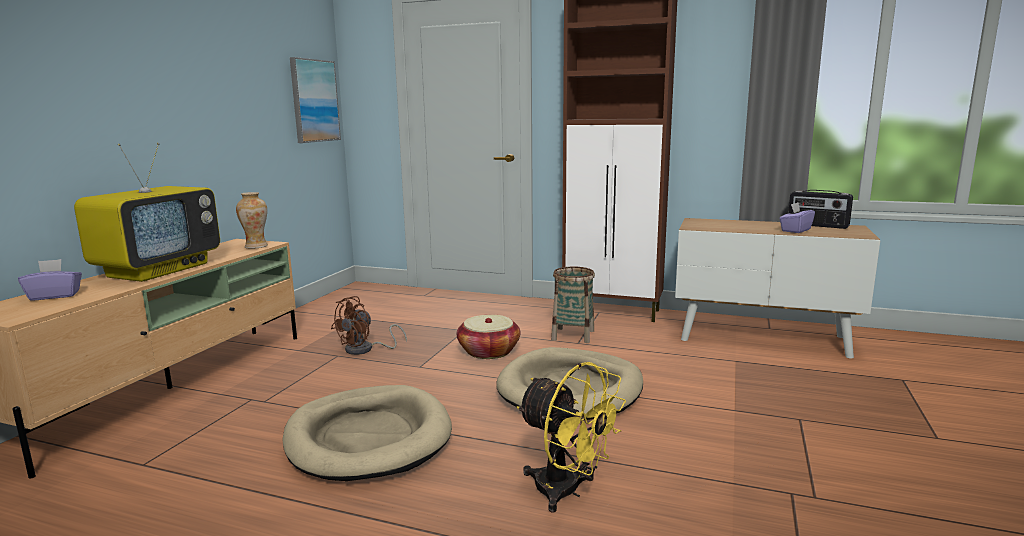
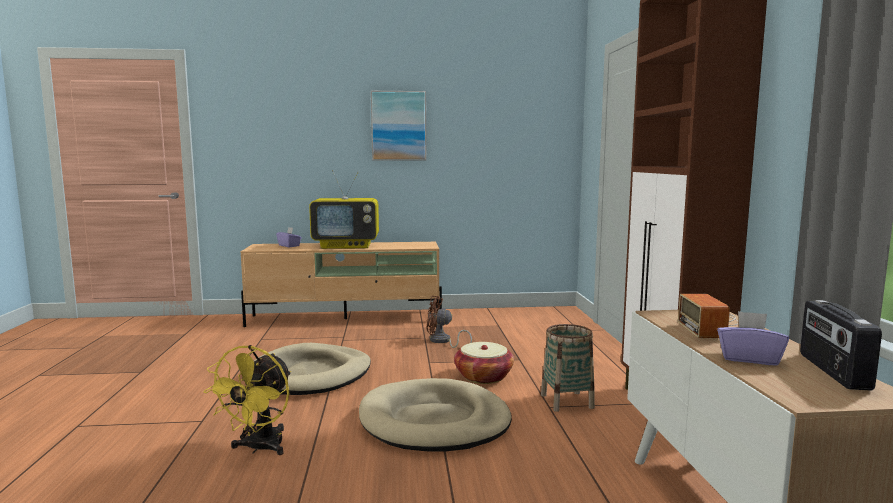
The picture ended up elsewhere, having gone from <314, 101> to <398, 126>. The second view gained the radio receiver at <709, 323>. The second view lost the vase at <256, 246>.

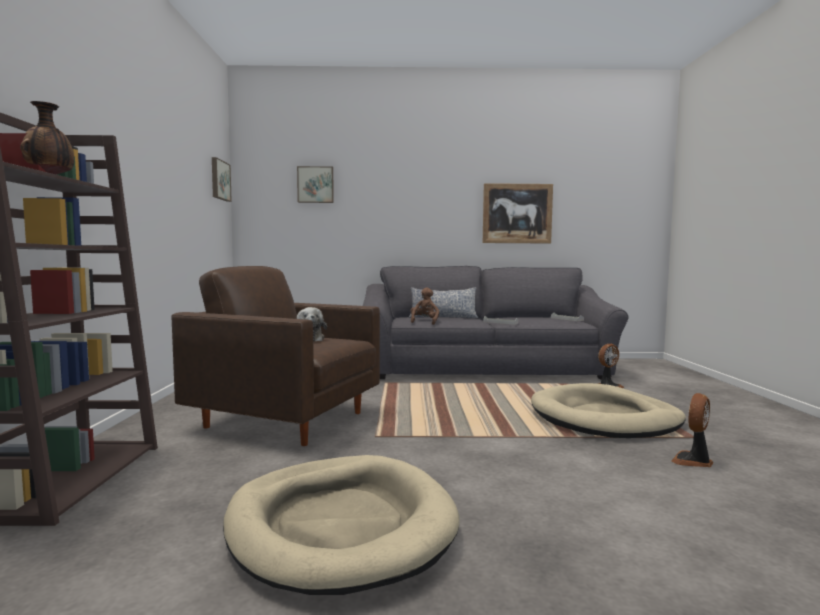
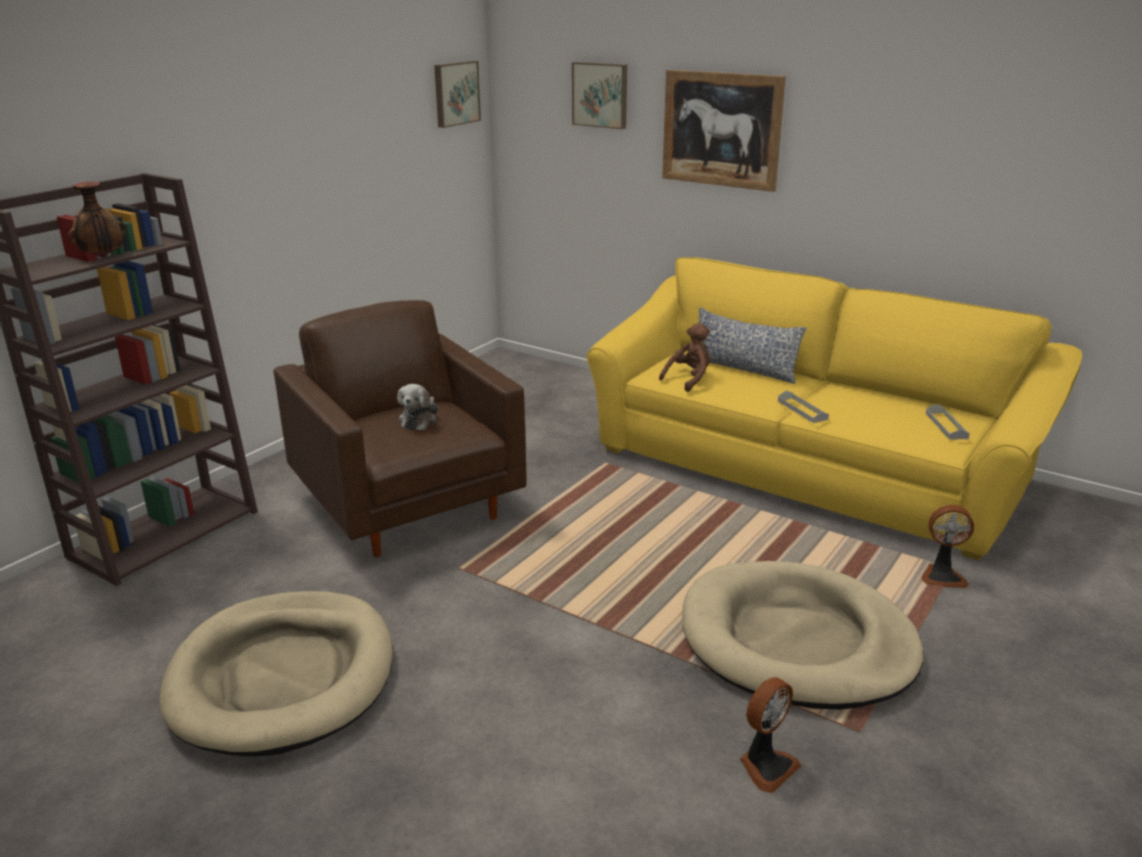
What was the greyish sofa at <485, 368> turned into the yellow-coloured sofa at <807, 465>. The picture ended up elsewhere, having gone from <517, 213> to <721, 129>. The cooling fan at <693, 461> ended up facing another way, 150 degrees clockwise from before.

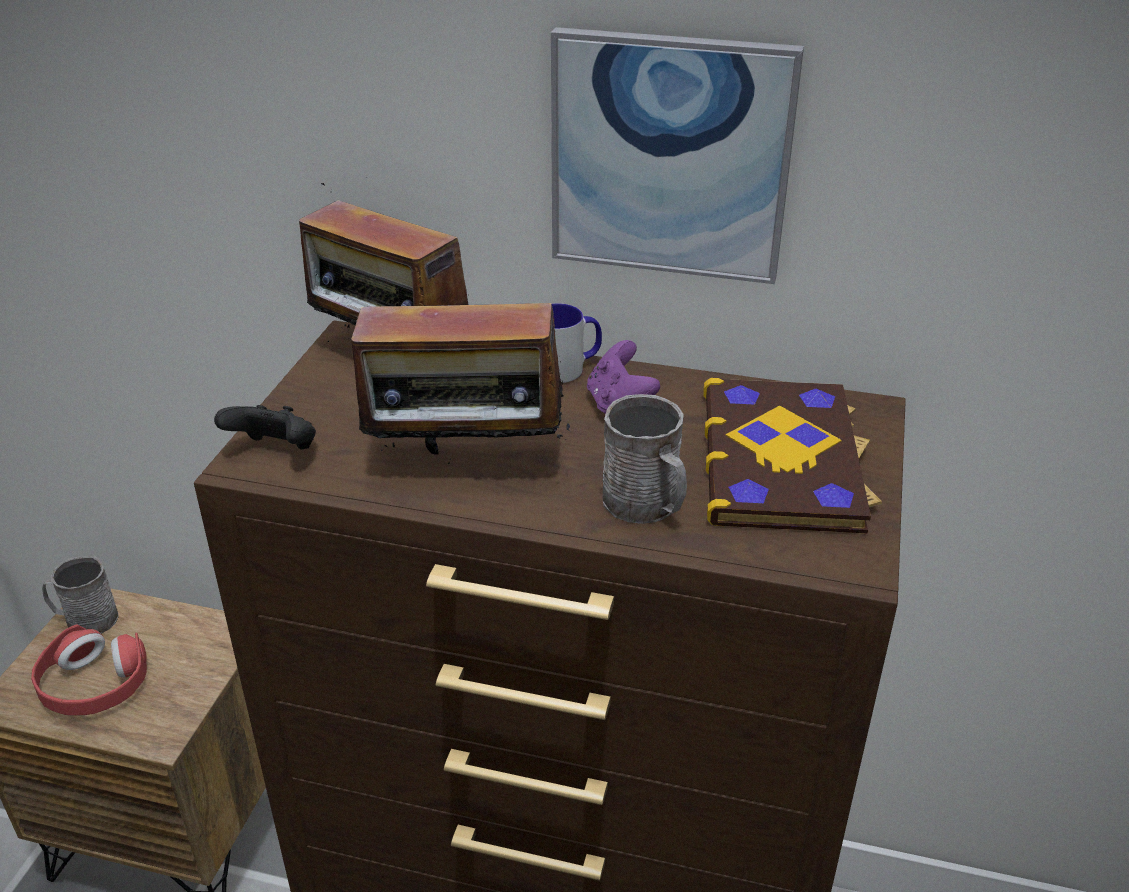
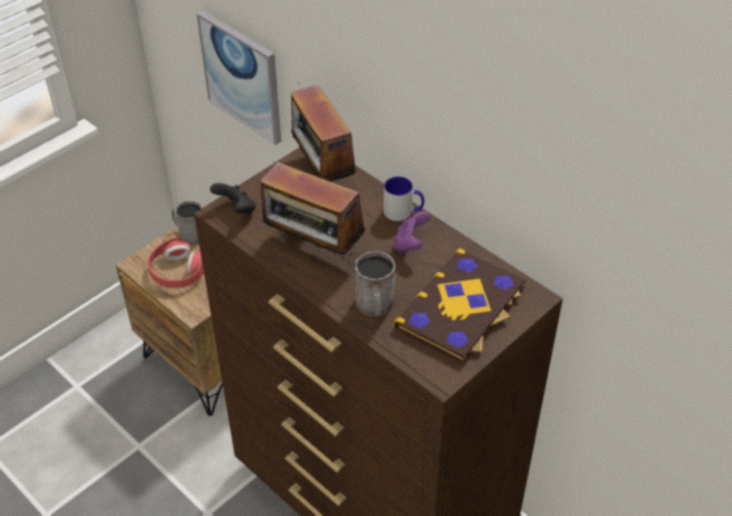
The picture ended up elsewhere, having gone from <670, 156> to <242, 76>.

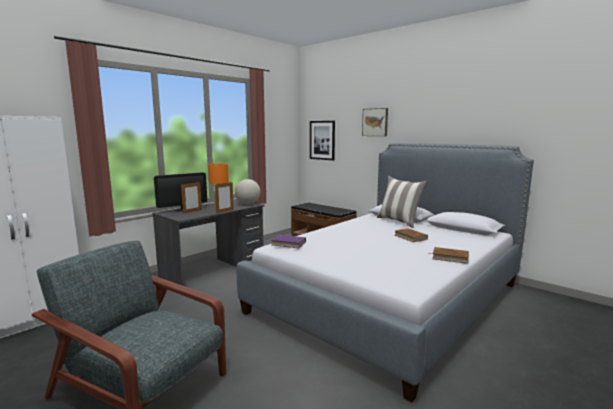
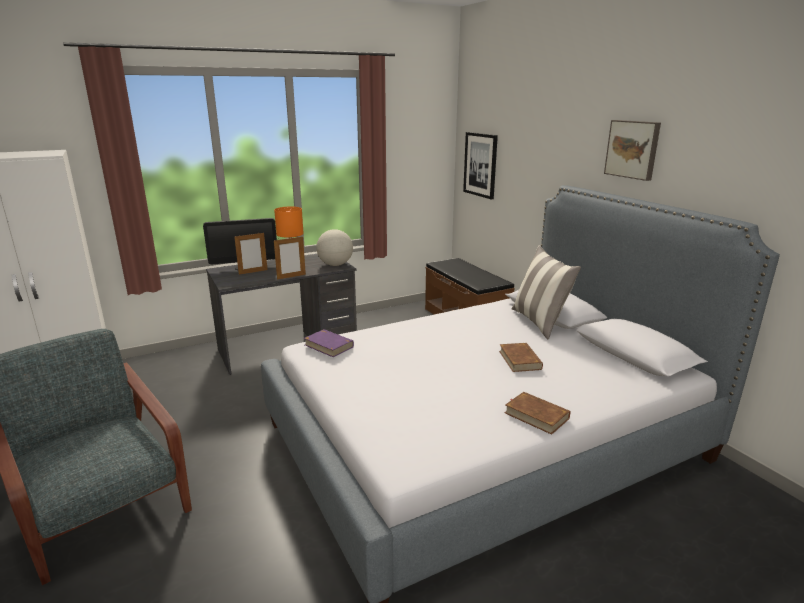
The picture ended up elsewhere, having gone from <375, 122> to <633, 149>.

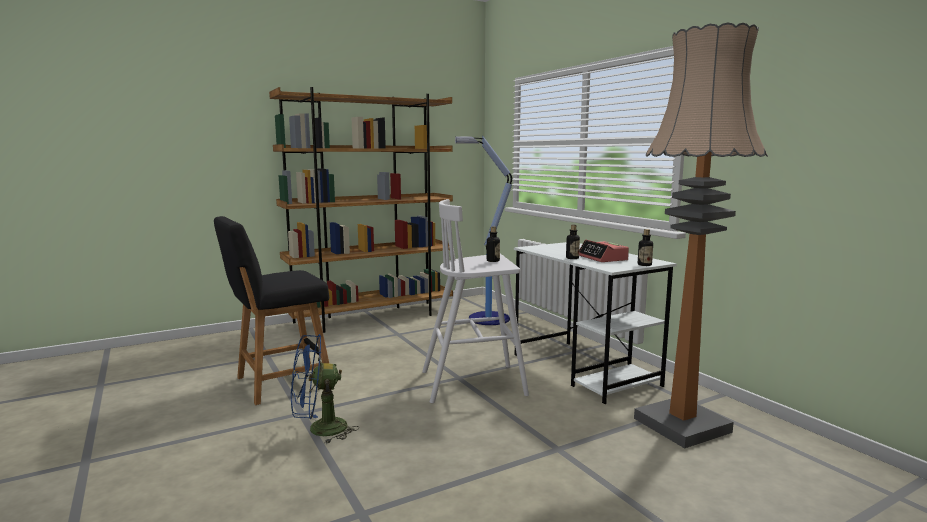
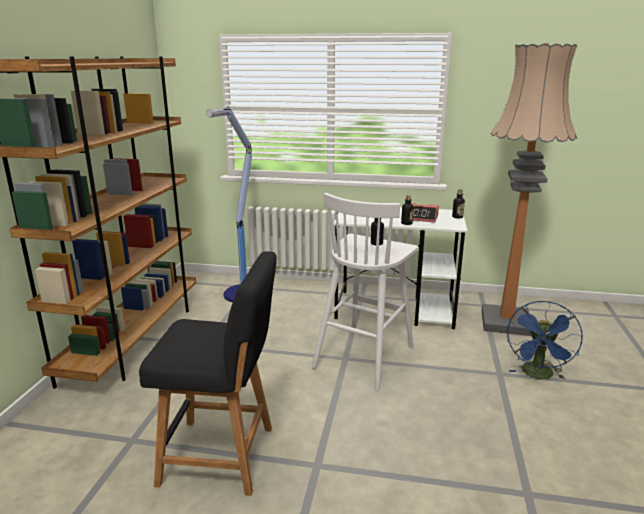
The black plain chair at <279, 383> ended up facing another way, 90 degrees counterclockwise from before. The blue cooling fan ended up elsewhere, having gone from <319, 430> to <538, 375>.

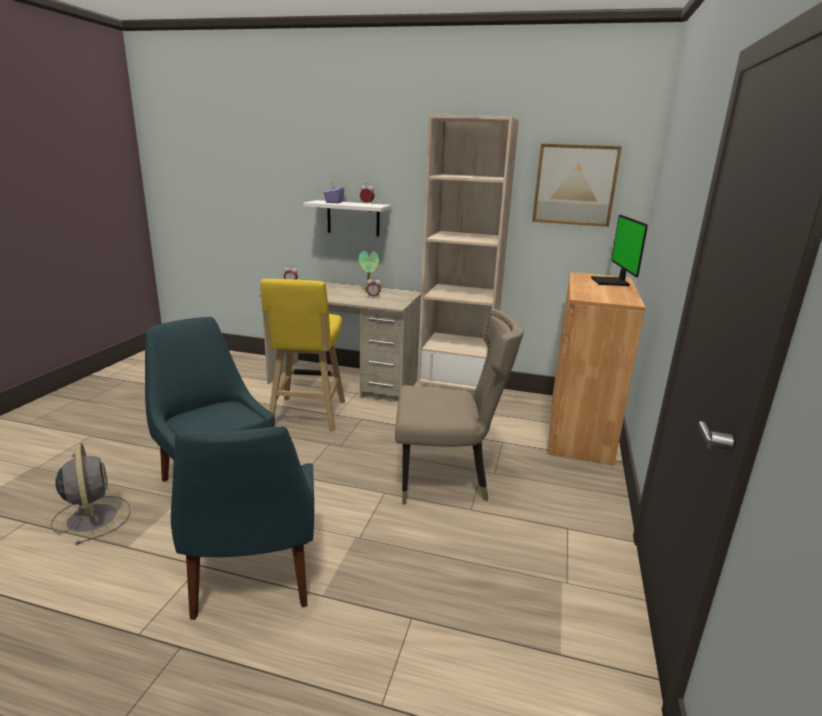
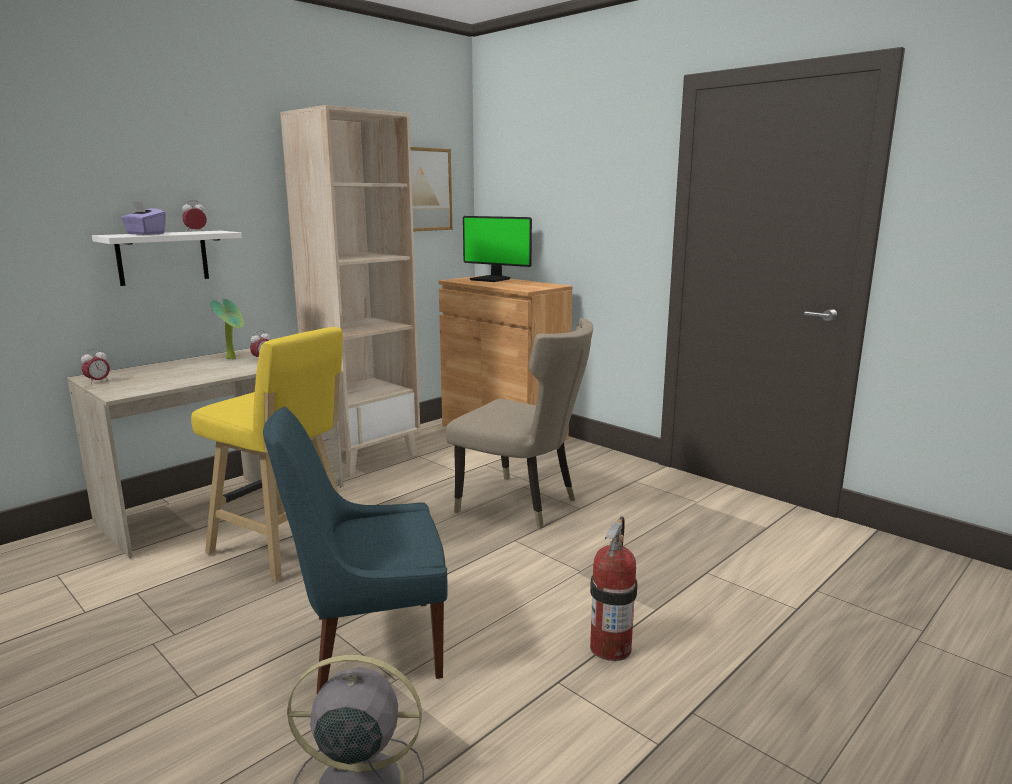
The sand-coloured plain chair at <447, 479> ended up facing another way, 90 degrees clockwise from before. Where the blue plain chair stood at <253, 581>, the fire extinguisher came to stand at <610, 647>.

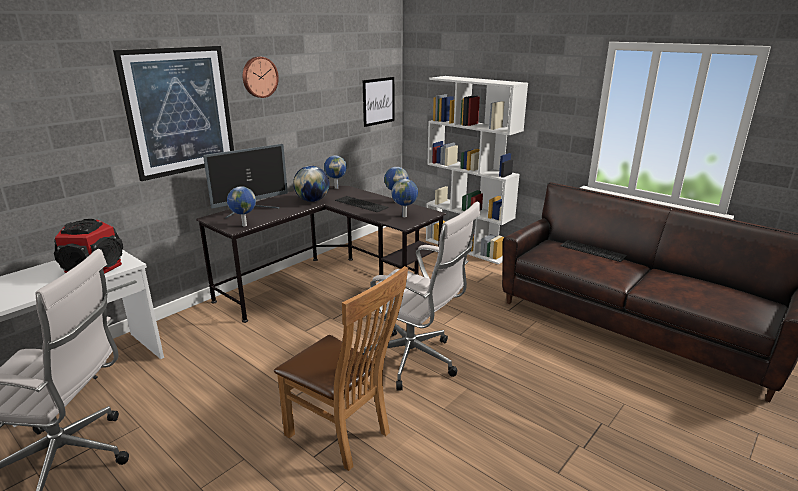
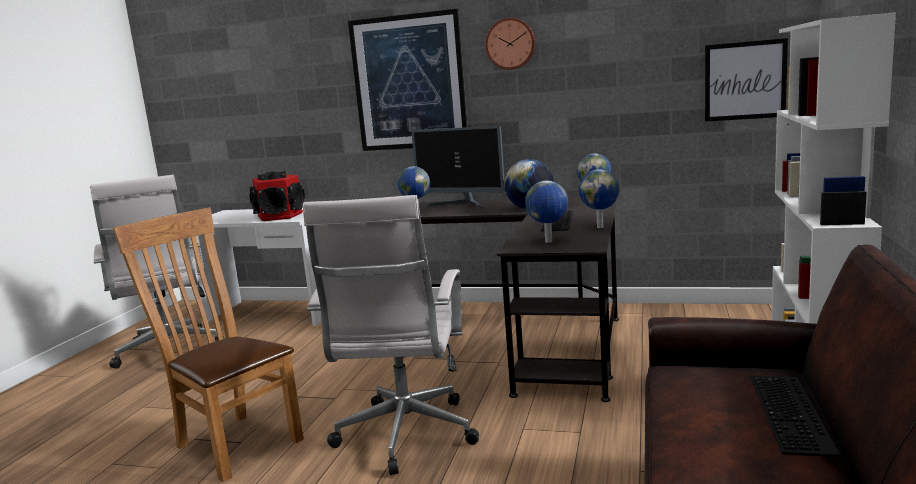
The brownish plain chair at <343, 435> ended up facing another way, 120 degrees clockwise from before.

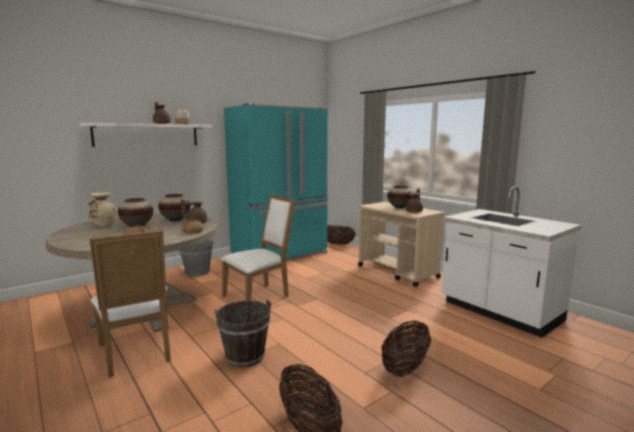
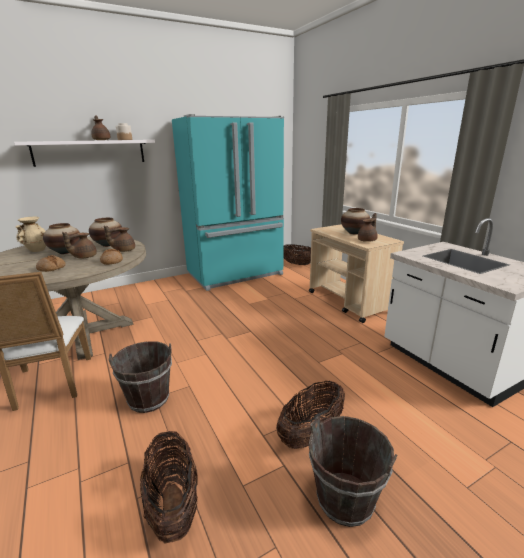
The second view gained the brownish teapot at <84, 257>. The second view gained the brownish pail at <344, 499>. The second view lost the greyish pail at <197, 272>. The second view lost the white-coloured plain chair at <259, 296>.

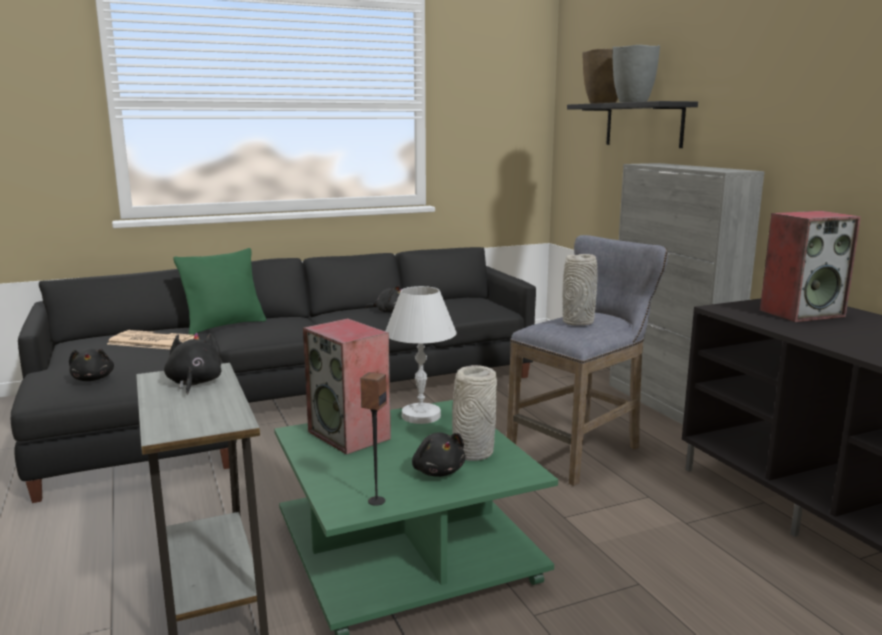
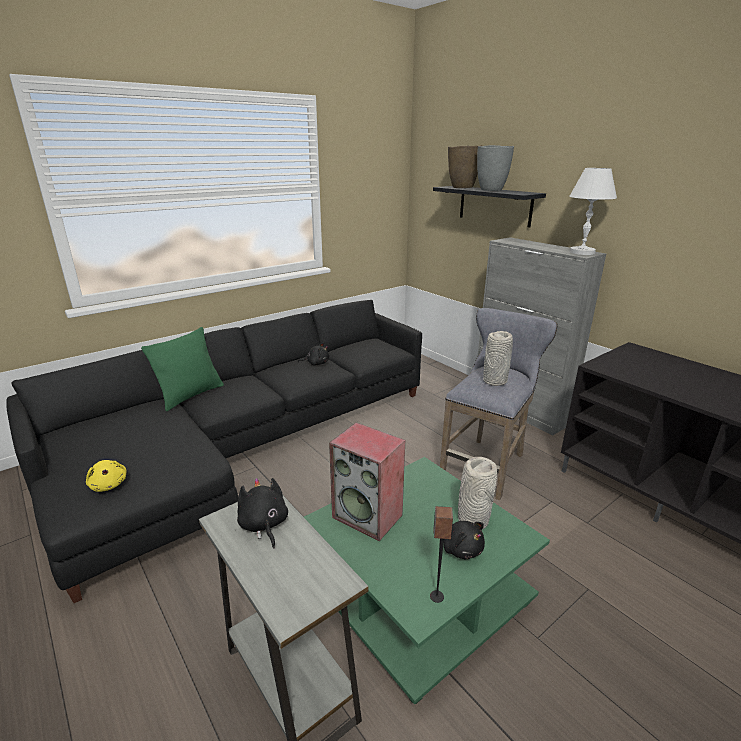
What was the black cuddly toy at <93, 379> turned into the yellow-coloured cuddly toy at <109, 484>. The white-coloured tabletop lamp ended up elsewhere, having gone from <421, 415> to <582, 252>. The second view lost the printed paper at <150, 341>. The second view lost the audio speaker at <801, 313>.

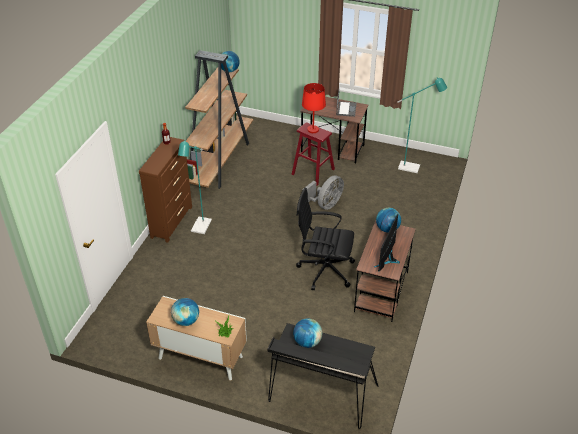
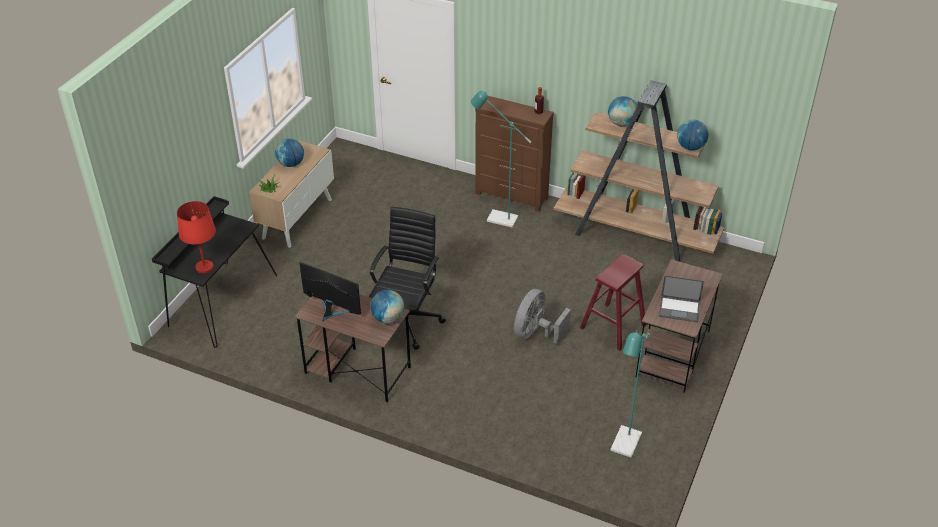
The red-coloured tabletop lamp ended up elsewhere, having gone from <313, 129> to <205, 267>. The greyish cooling fan at <325, 204> ended up facing another way, 75 degrees clockwise from before. The desk globe ended up elsewhere, having gone from <307, 342> to <621, 123>.

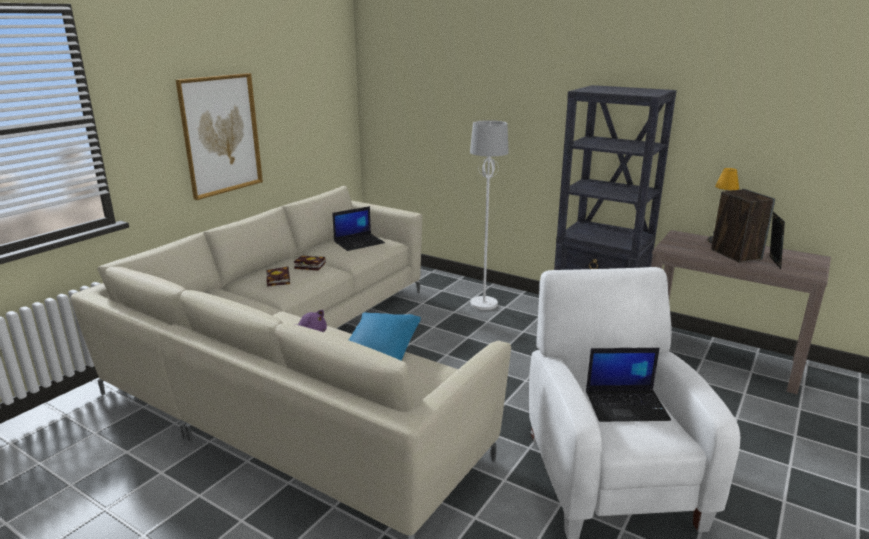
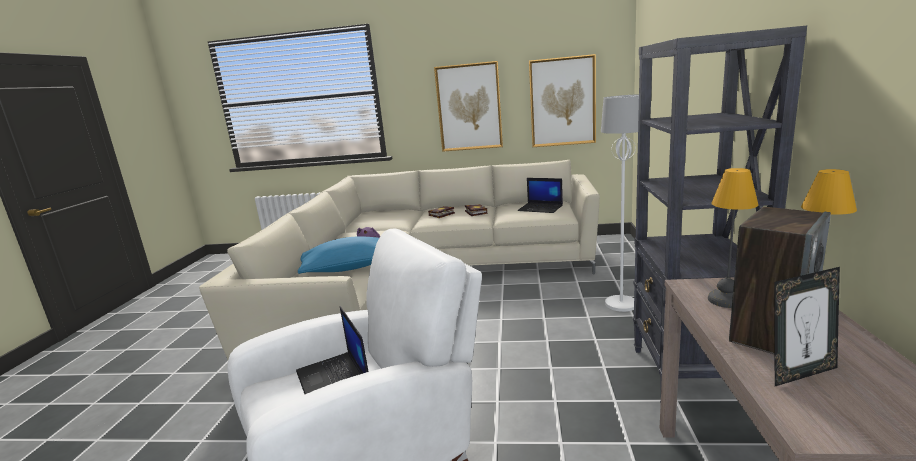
The second view gained the picture at <562, 102>. The second view gained the tabletop lamp at <725, 300>.

